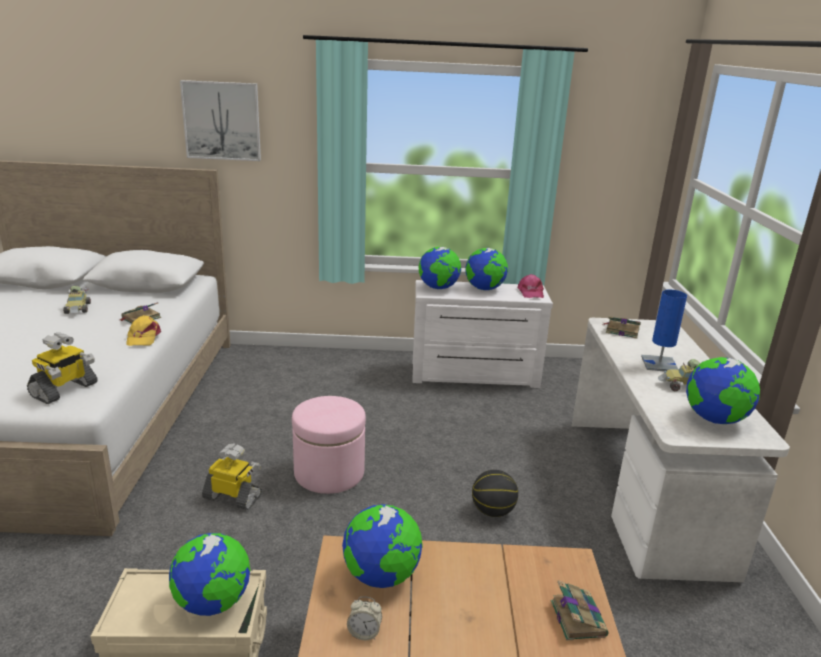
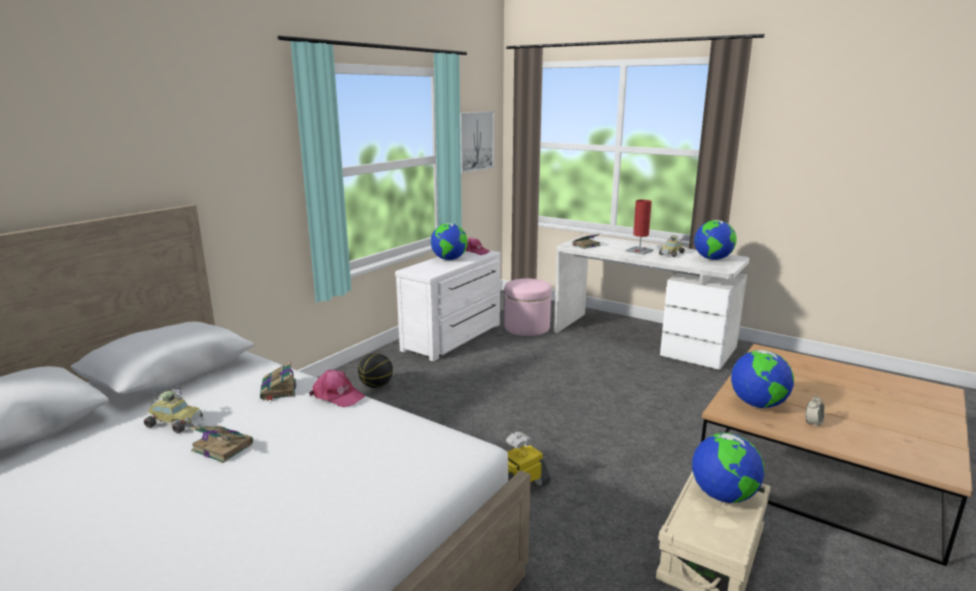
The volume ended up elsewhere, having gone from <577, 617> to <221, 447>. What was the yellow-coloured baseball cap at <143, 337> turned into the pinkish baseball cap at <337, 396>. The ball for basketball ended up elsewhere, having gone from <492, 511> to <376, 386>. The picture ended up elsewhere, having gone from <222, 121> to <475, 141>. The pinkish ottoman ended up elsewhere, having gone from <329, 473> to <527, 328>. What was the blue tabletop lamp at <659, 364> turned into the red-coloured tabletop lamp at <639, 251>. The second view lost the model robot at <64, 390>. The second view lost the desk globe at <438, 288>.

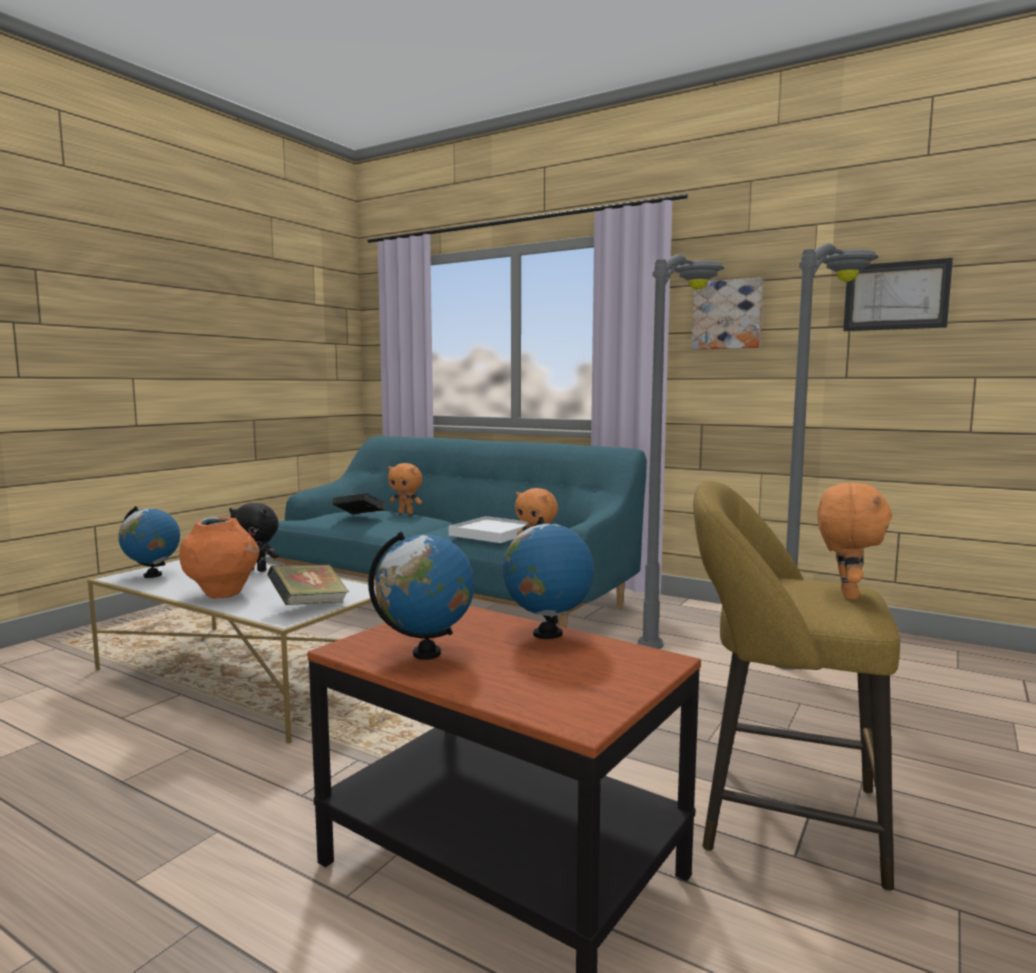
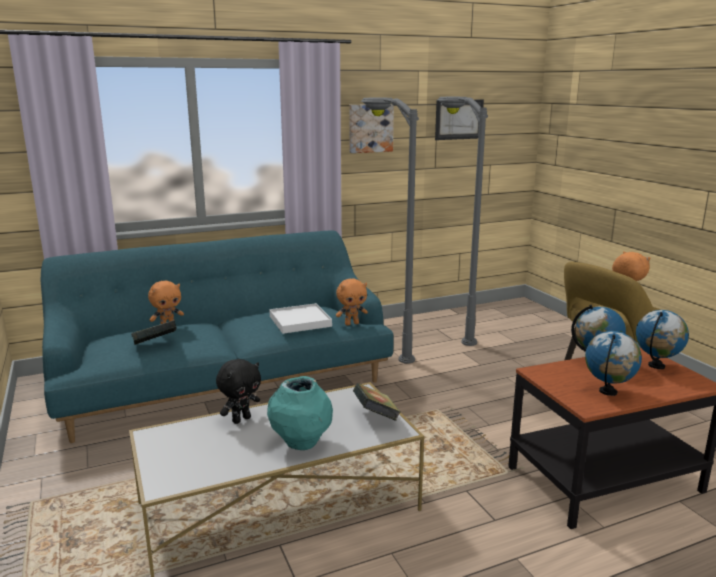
What was the orangey vase at <222, 594> turned into the turquoise vase at <301, 444>. The desk globe ended up elsewhere, having gone from <152, 575> to <656, 366>.

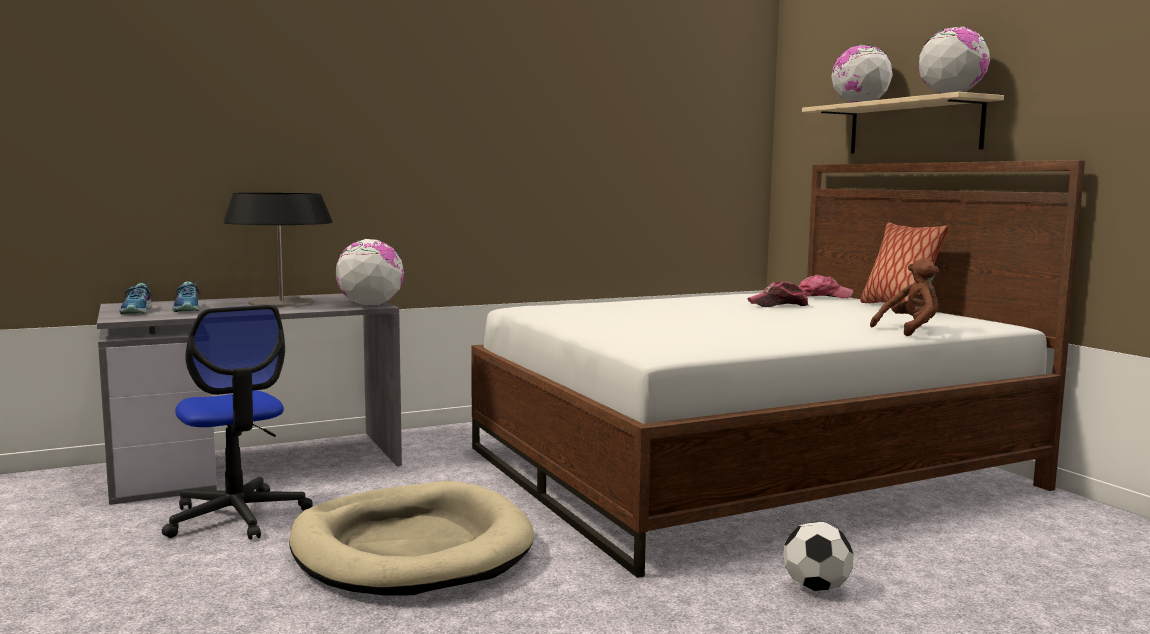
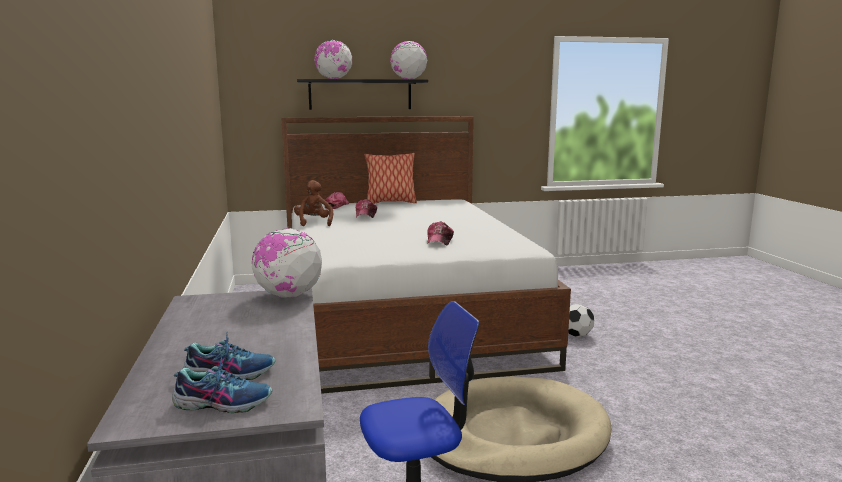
The brownish cuddly toy ended up elsewhere, having gone from <910, 330> to <314, 223>. What was the sand-coloured bracket shelf at <913, 127> turned into the black bracket shelf at <360, 94>. The second view gained the baseball cap at <439, 241>. The second view lost the tabletop lamp at <281, 302>.

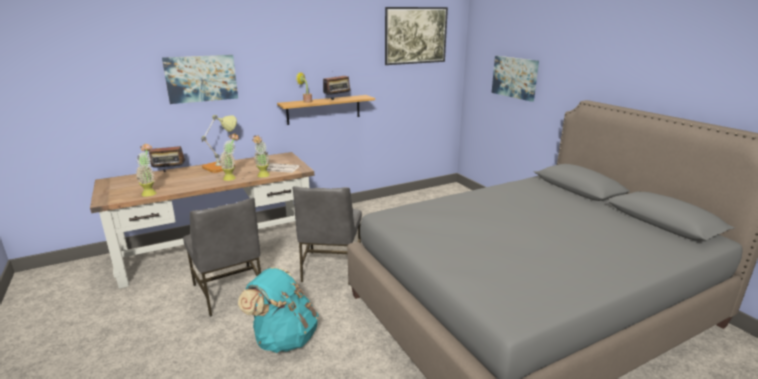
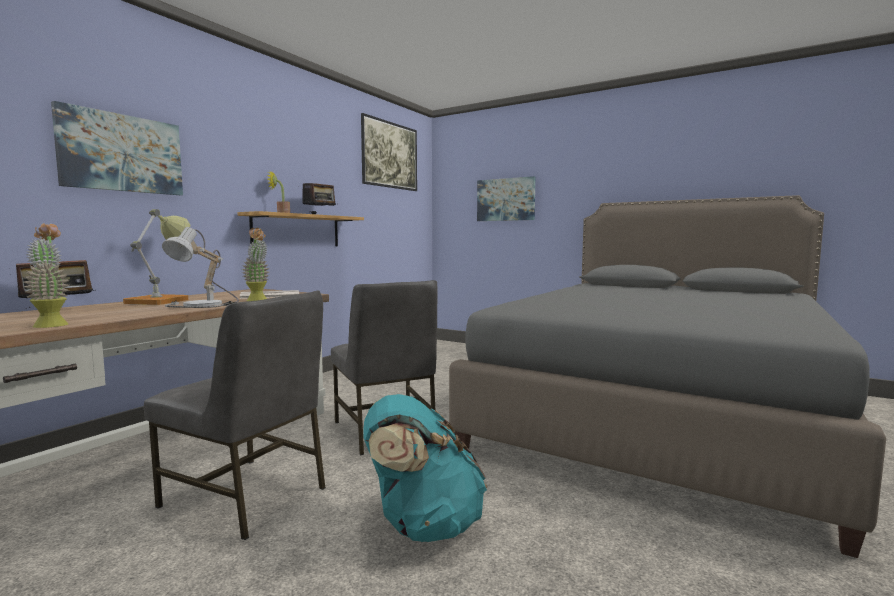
Where the potted plant stood at <232, 177>, the tabletop lamp came to stand at <204, 304>.

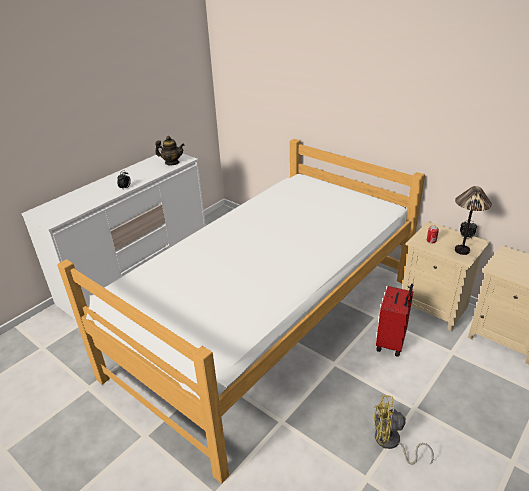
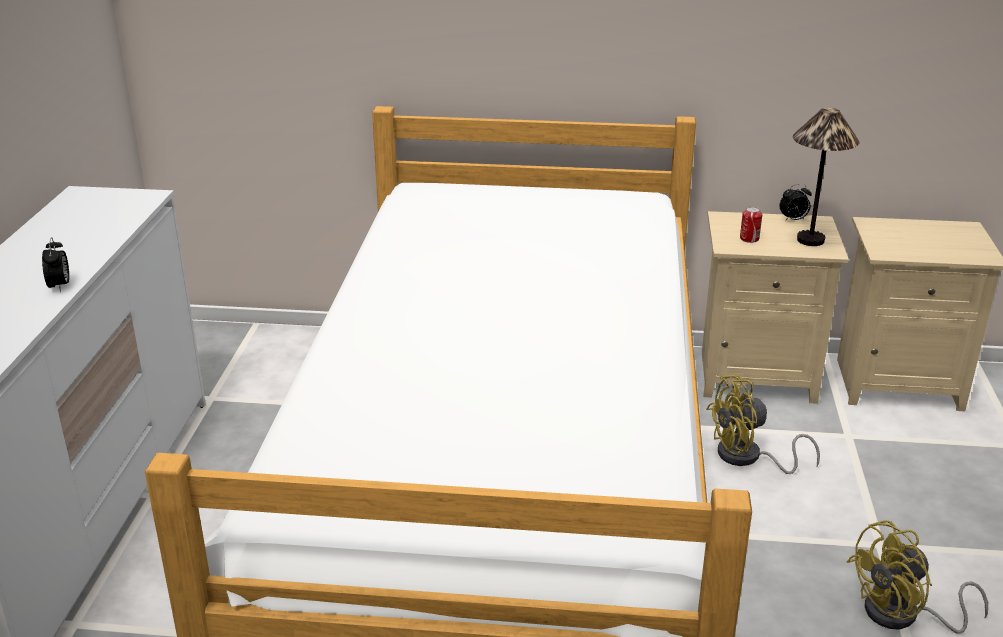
Where the red-coloured piece of luggage stood at <391, 343>, the yellow-coloured cooling fan came to stand at <748, 458>. The second view lost the teapot at <172, 163>.

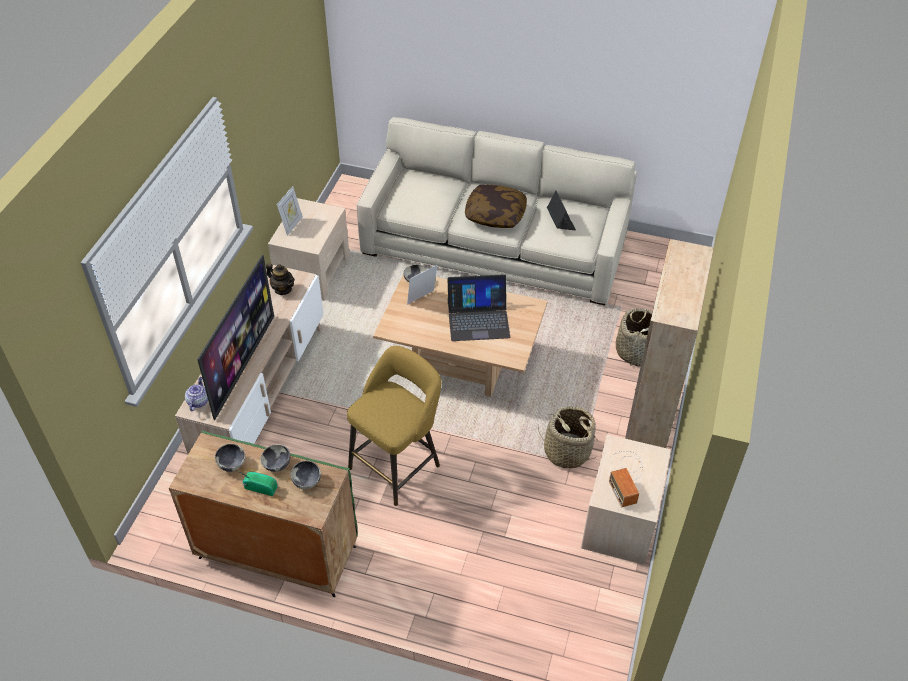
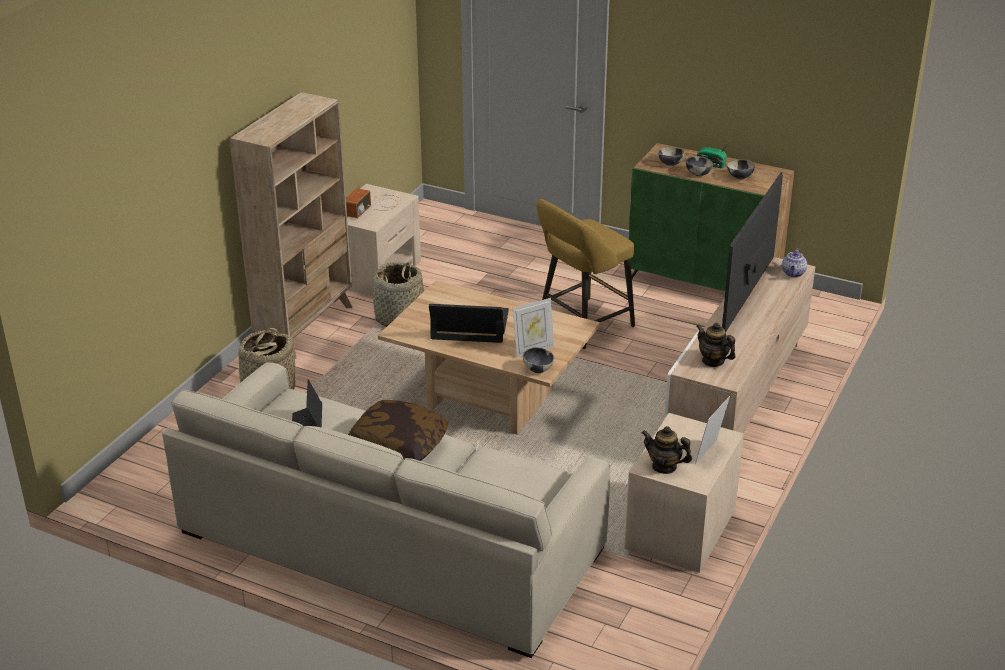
The radio receiver at <626, 476> ended up facing another way, 150 degrees counterclockwise from before. The second view gained the teapot at <664, 466>.

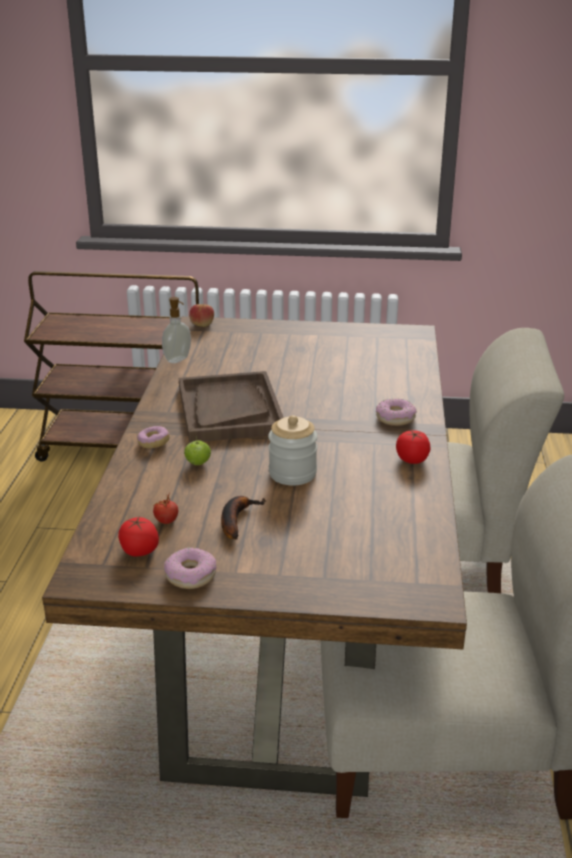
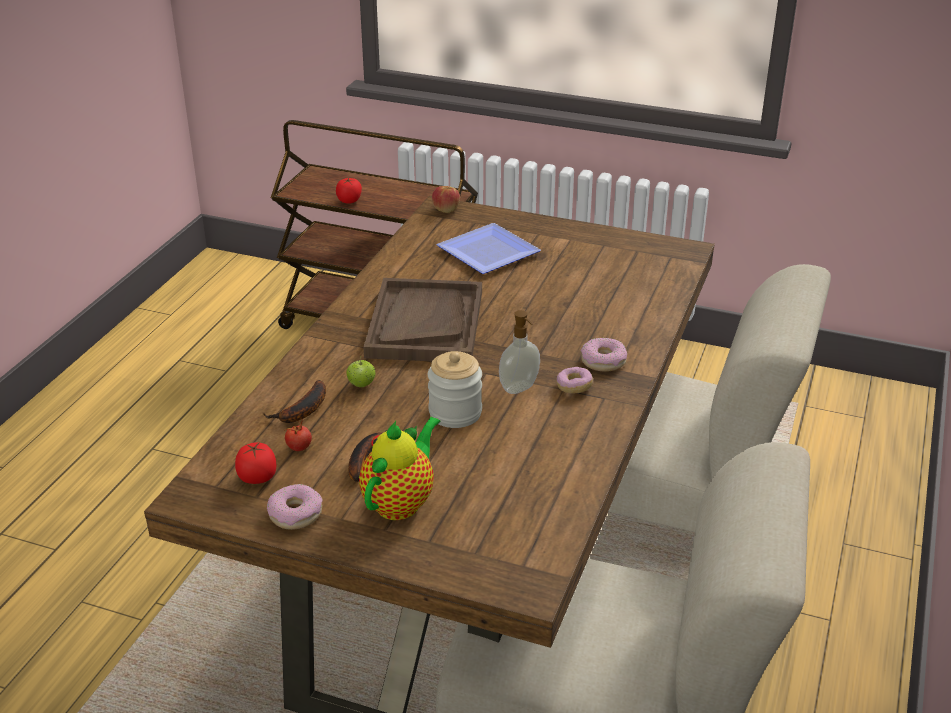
The second view gained the banana fruit at <302, 411>. The tomato ended up elsewhere, having gone from <412, 459> to <349, 200>. The second view gained the teapot at <401, 502>. The second view gained the plate at <488, 254>. The liquid soap bottle ended up elsewhere, having gone from <178, 360> to <520, 388>. The donut ended up elsewhere, having gone from <153, 443> to <574, 387>.

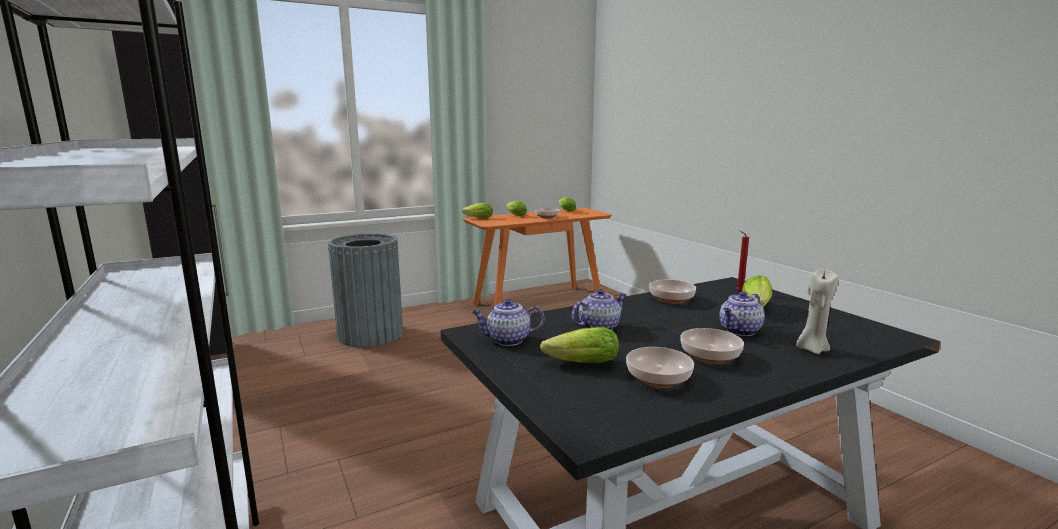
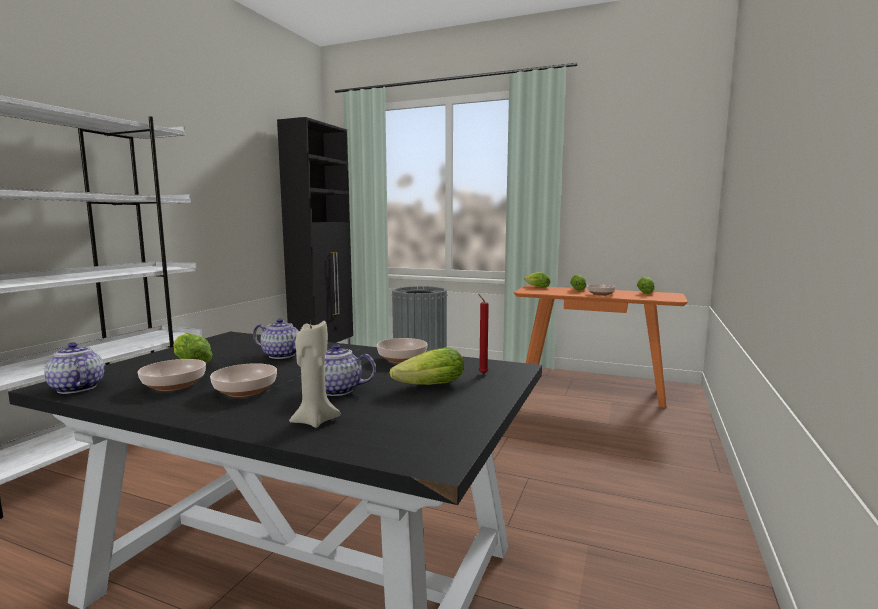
The teapot ended up elsewhere, having gone from <507, 340> to <76, 388>.

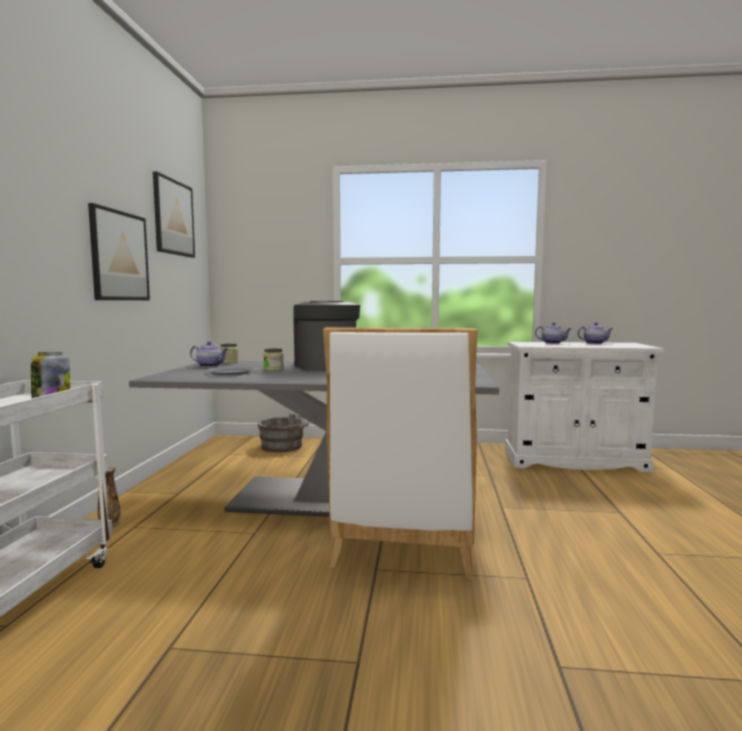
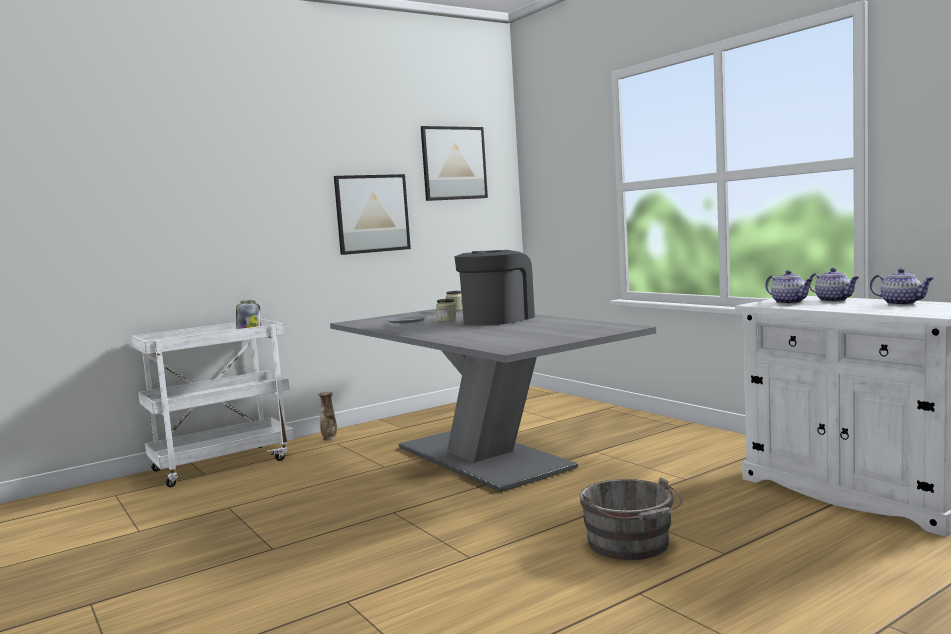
The greyish pail ended up elsewhere, having gone from <284, 447> to <631, 545>. The teapot ended up elsewhere, having gone from <210, 366> to <789, 302>. The second view lost the white-coloured plain chair at <405, 542>.

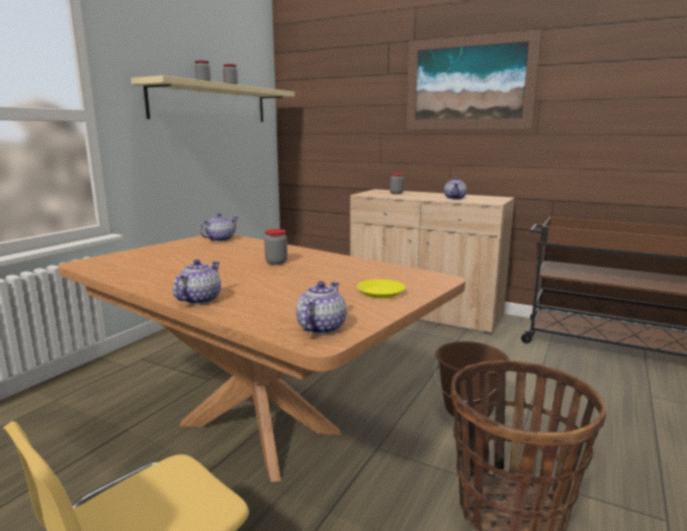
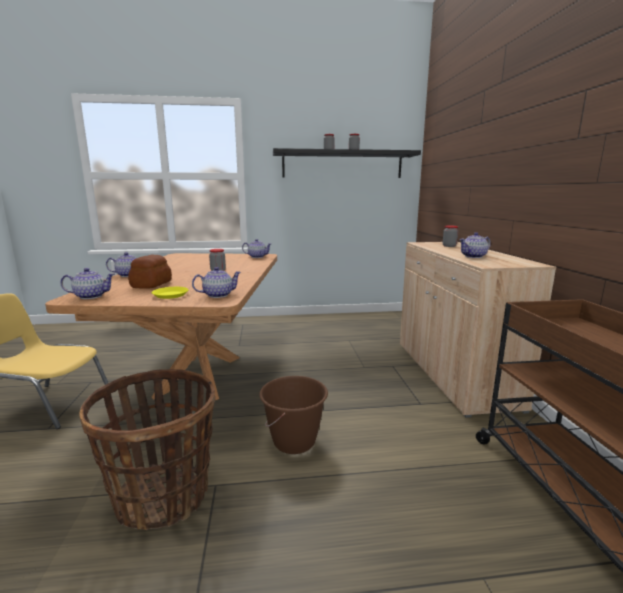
The second view gained the bakery bread at <150, 284>. The second view gained the teapot at <217, 295>. What was the sand-coloured bracket shelf at <211, 103> turned into the black bracket shelf at <342, 165>. The second view lost the picture at <468, 83>.

